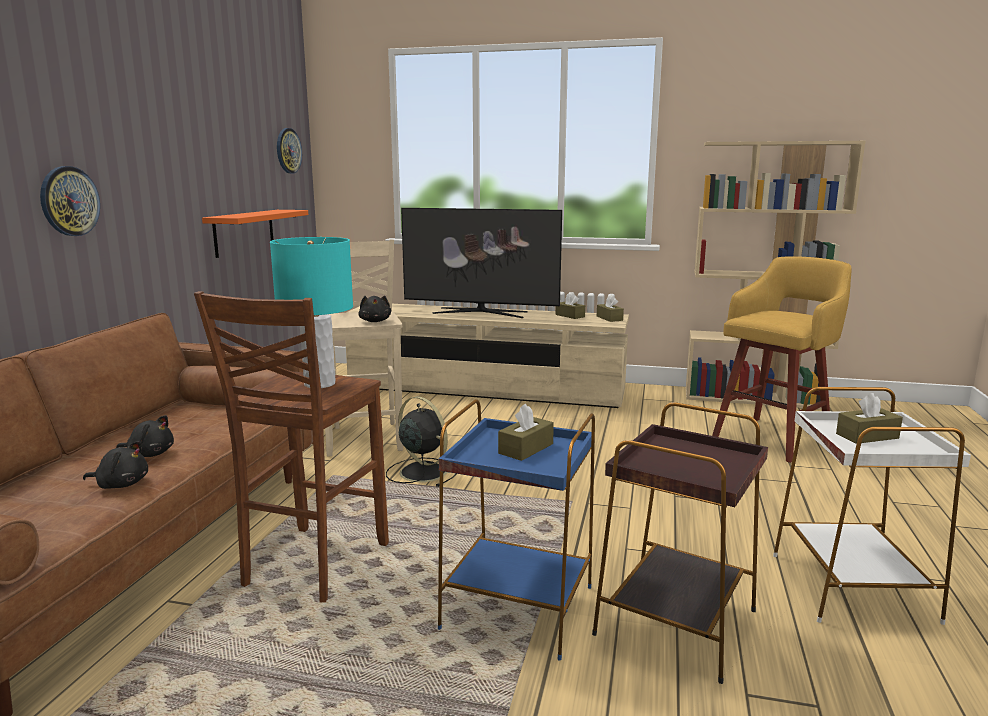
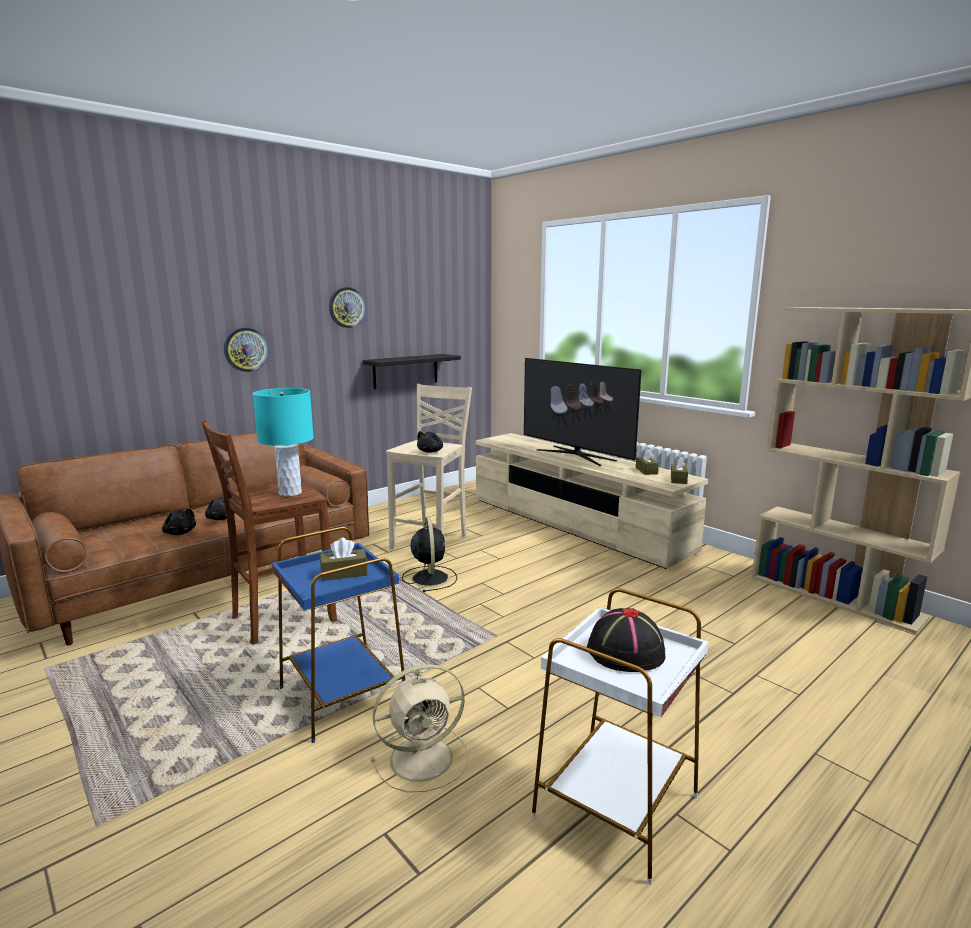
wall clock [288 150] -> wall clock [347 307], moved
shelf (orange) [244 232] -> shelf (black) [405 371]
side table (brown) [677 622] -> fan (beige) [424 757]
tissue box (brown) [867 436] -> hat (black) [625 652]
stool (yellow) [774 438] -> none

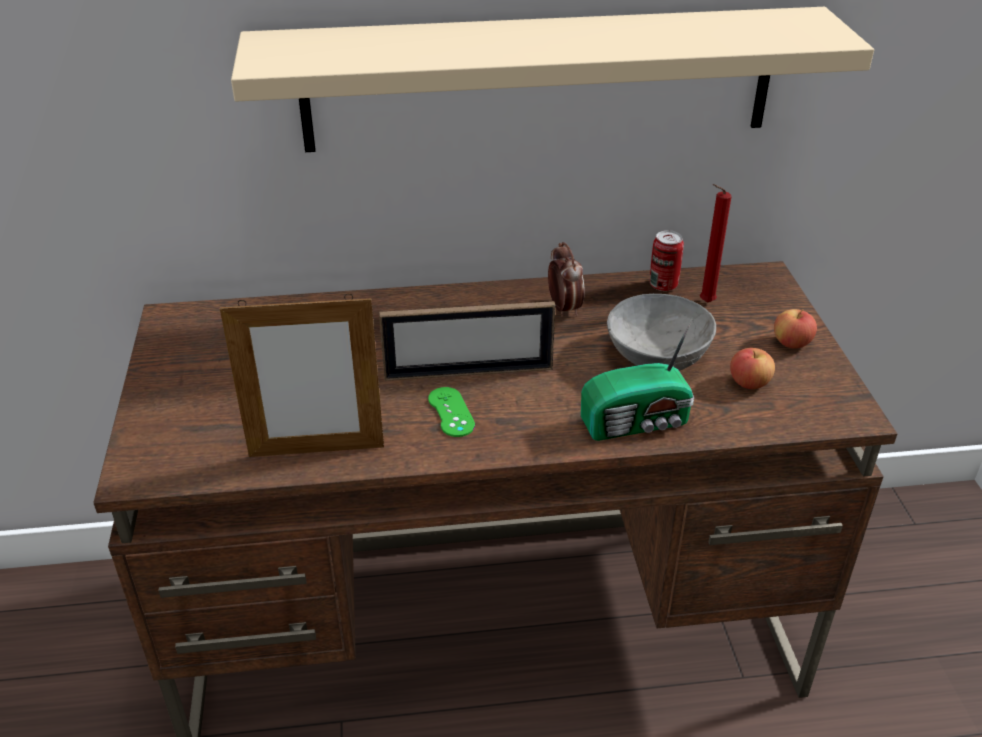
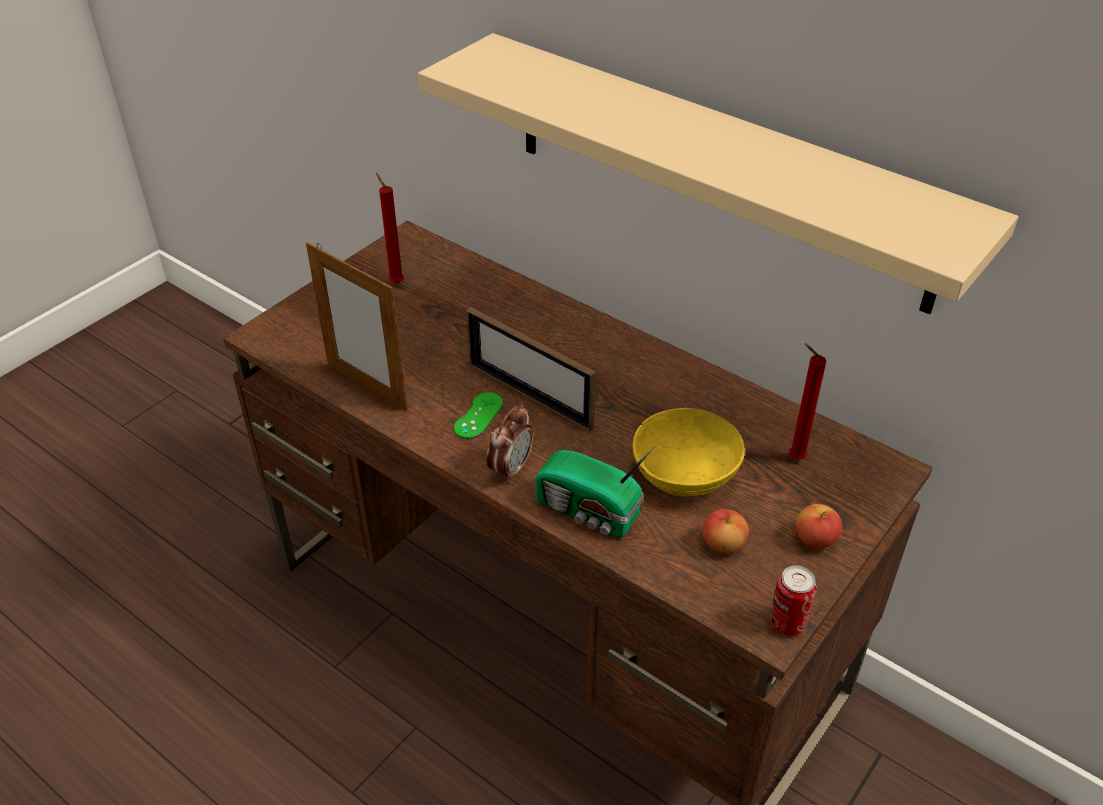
none -> candle (red) [395 282]
alarm clock [564 308] -> alarm clock [510 468], moved
bowl (grey) [659 355] -> bowl (yellow) [687 474]
can [663 285] -> can [787 623], moved

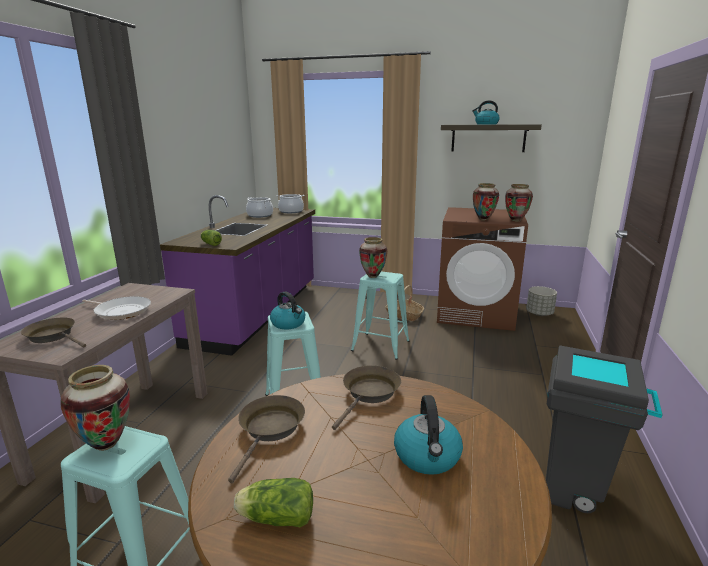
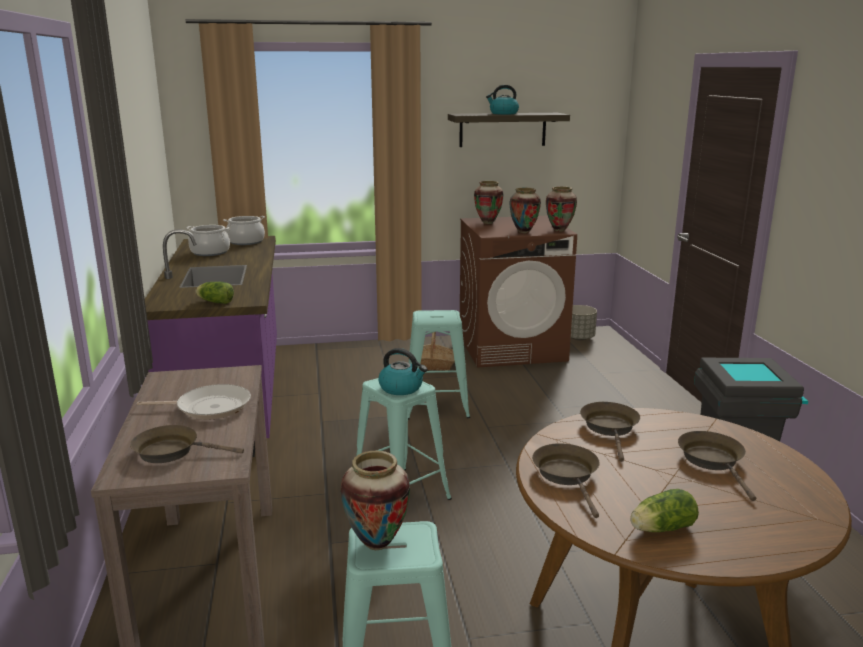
vase [373 276] -> vase [488 222], moved
kettle [428 456] -> frying pan (brown) [713 461]

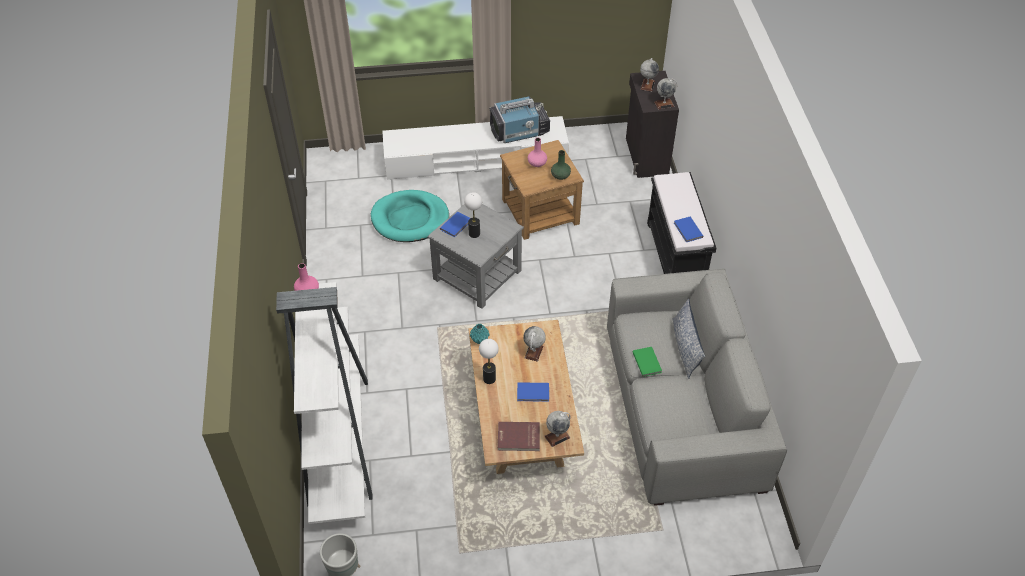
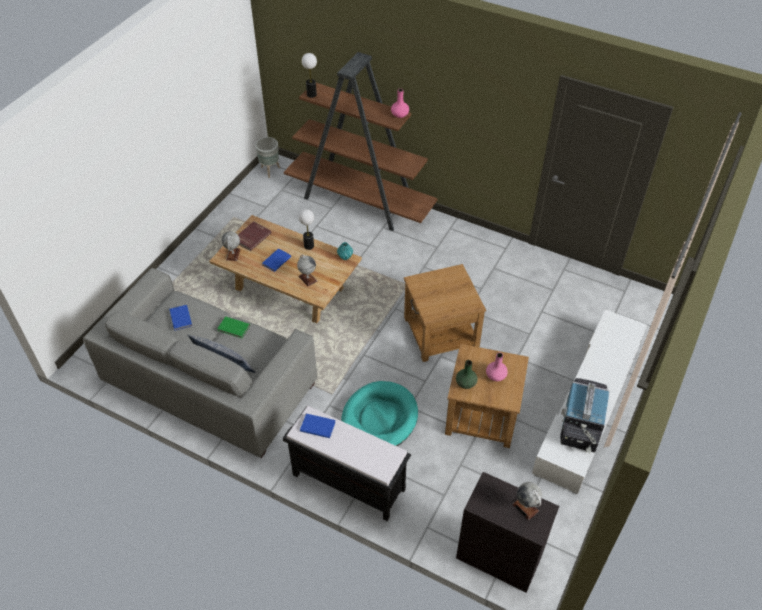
book (blue) [456 225] -> book (blue) [180 319], moved
bookcase (white) [338 438] -> bookcase (brown) [360 201]
table lamp [474 233] -> table lamp [311 94], moved
dog bed (turquoise) [410 219] -> dog bed (turquoise) [379 419], moved
side table (grey) [477 275] -> side table (brown) [440 332]
globe [664 104] -> none

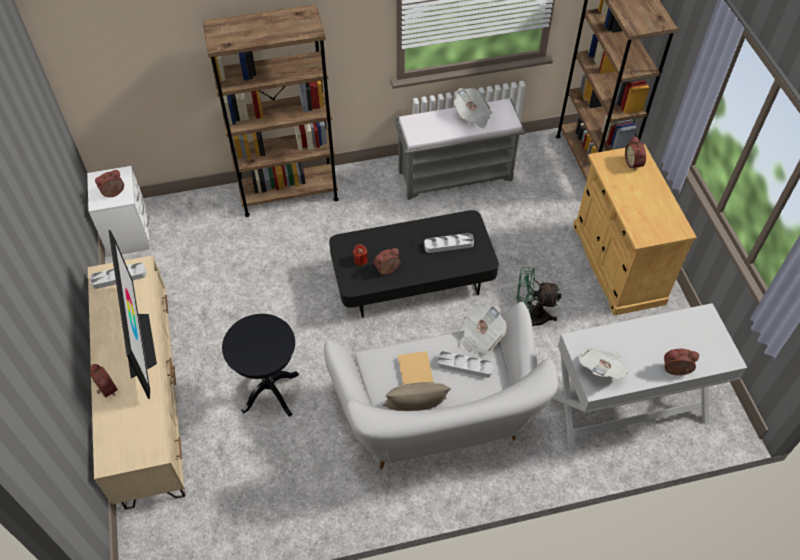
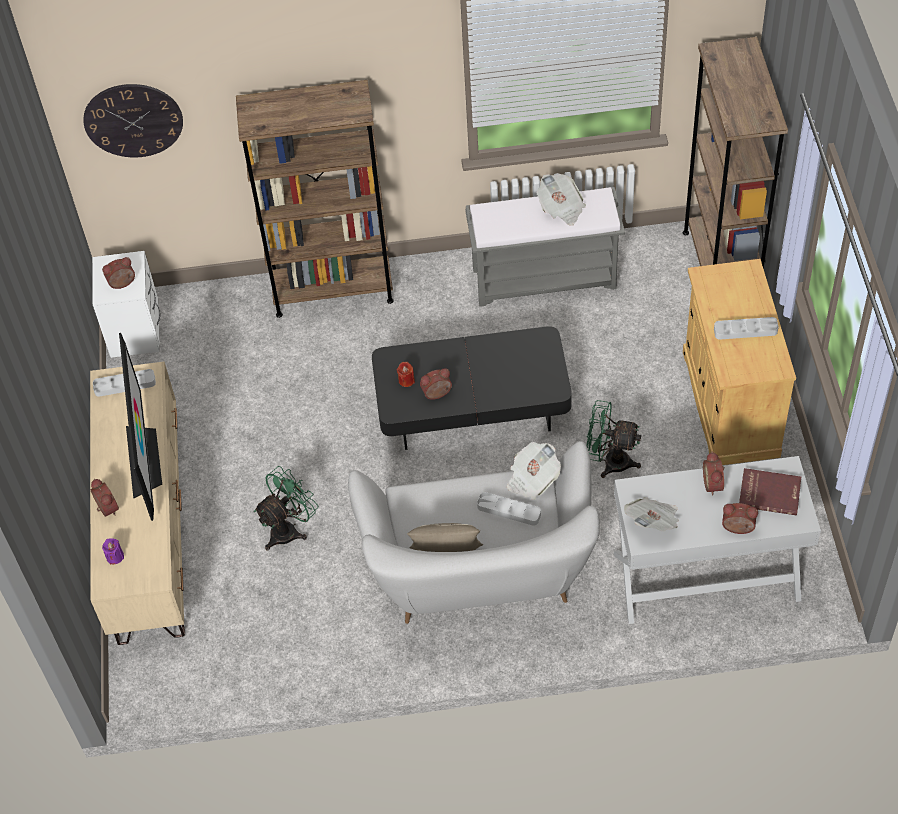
none -> wall clock [133 120]
none -> candle (purple) [115 557]
side table (black) [270 392] -> fan (green) [289 529]
alarm clock [634 163] -> alarm clock [714 484], moved
tray (grey) [448 245] -> tray (grey) [745 330], moved
none -> book (red) [769 492]
book (beige) [415 371] -> none

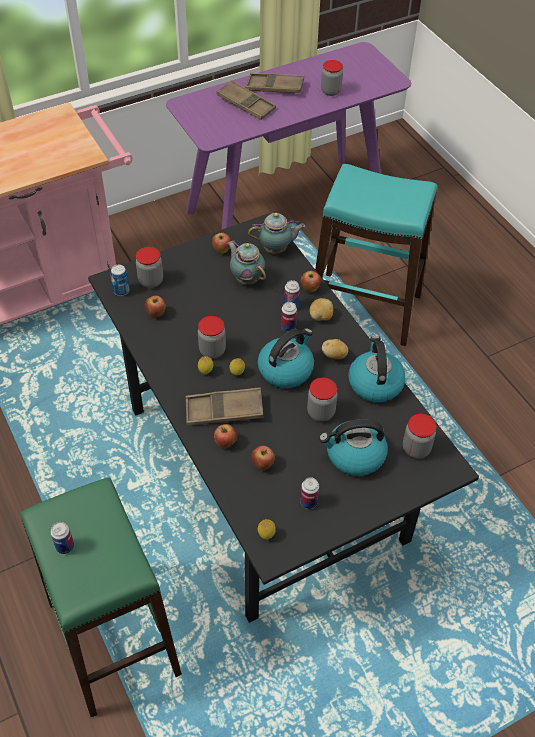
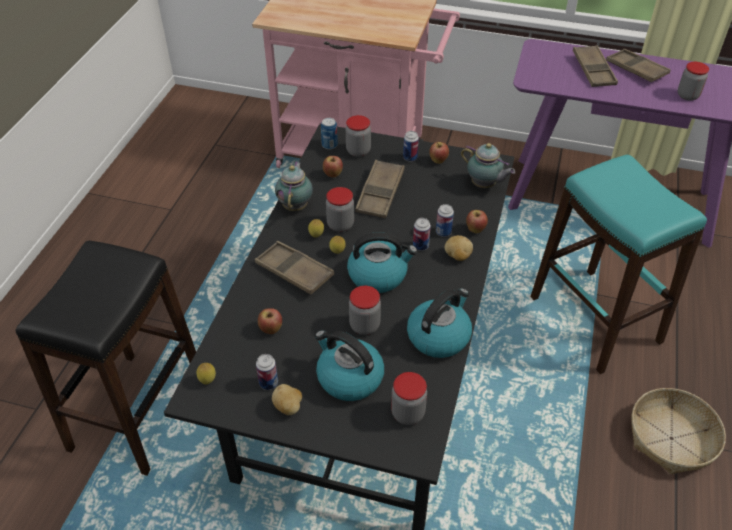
stool (green) [113 637] -> stool (black) [138 411]
potato [334 356] -> potato [288 407], moved
teapot [246 278] -> teapot [296 205], moved
none -> tray (brown) [380 193]
can [65 546] -> can [410 158], moved
none -> basket [671 438]
apple [225 443] -> none

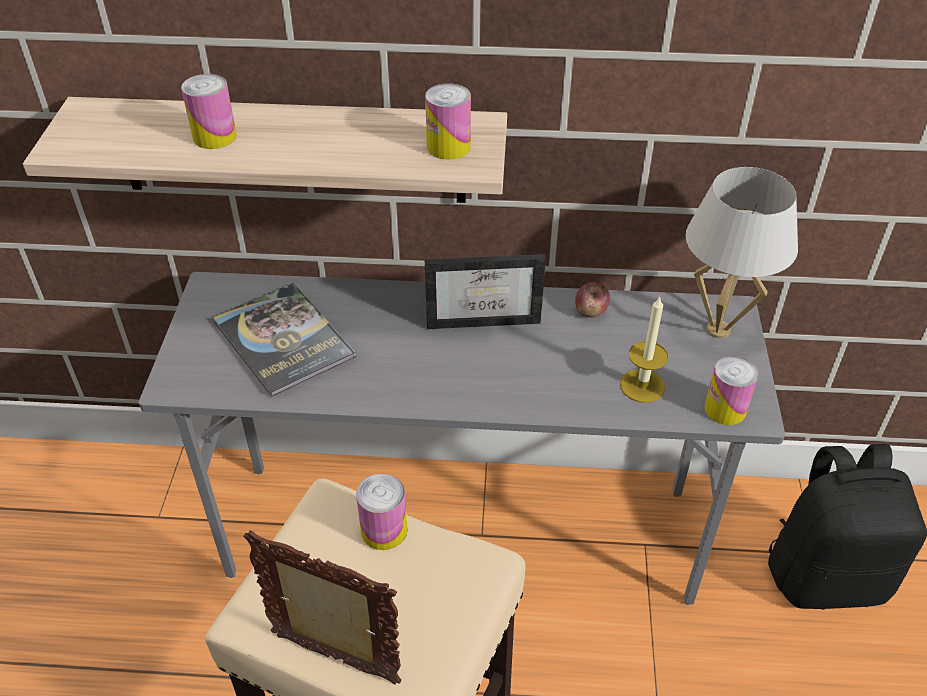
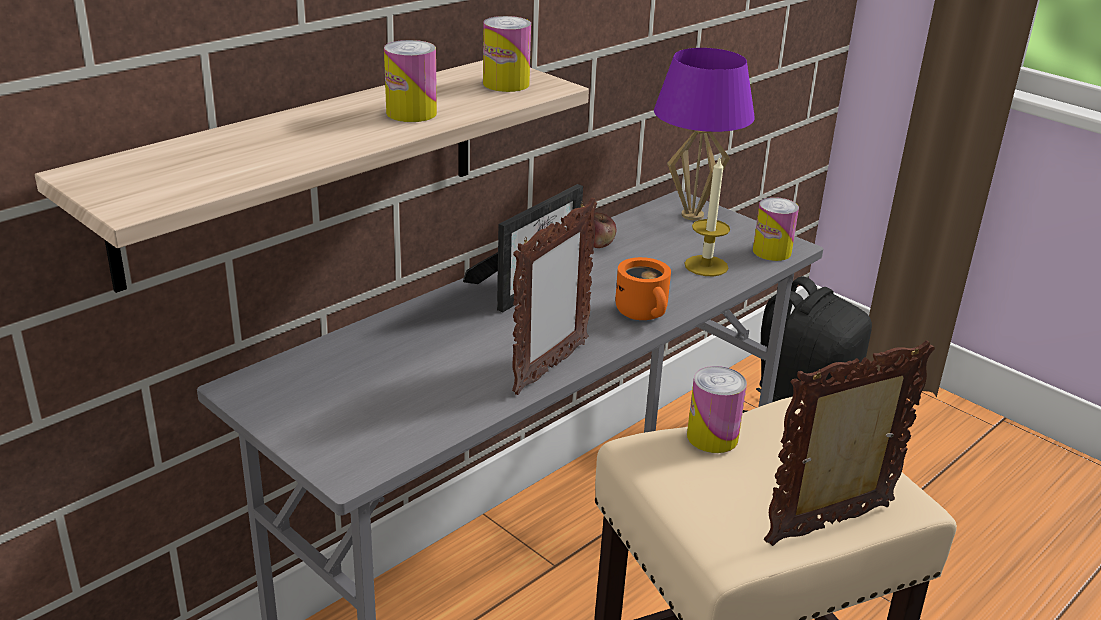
can [214 136] -> can [411 113], moved
none -> picture frame [549 368]
none -> mug (orange) [645 313]
table lamp (white) [717 329] -> table lamp (purple) [692 215]
book [283 339] -> none

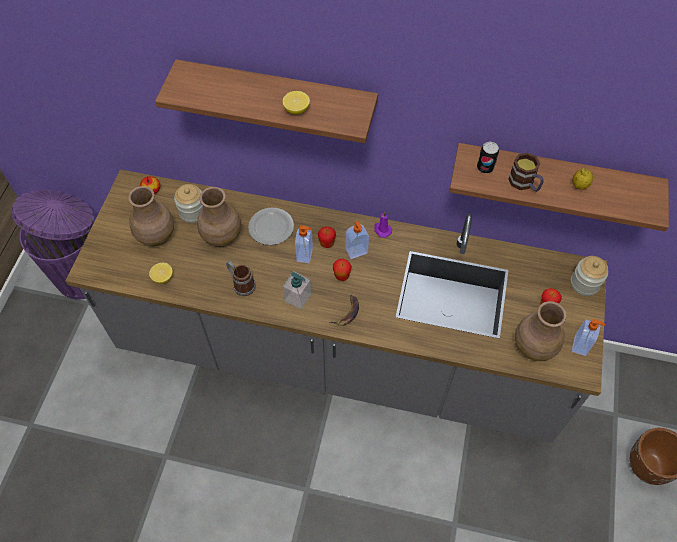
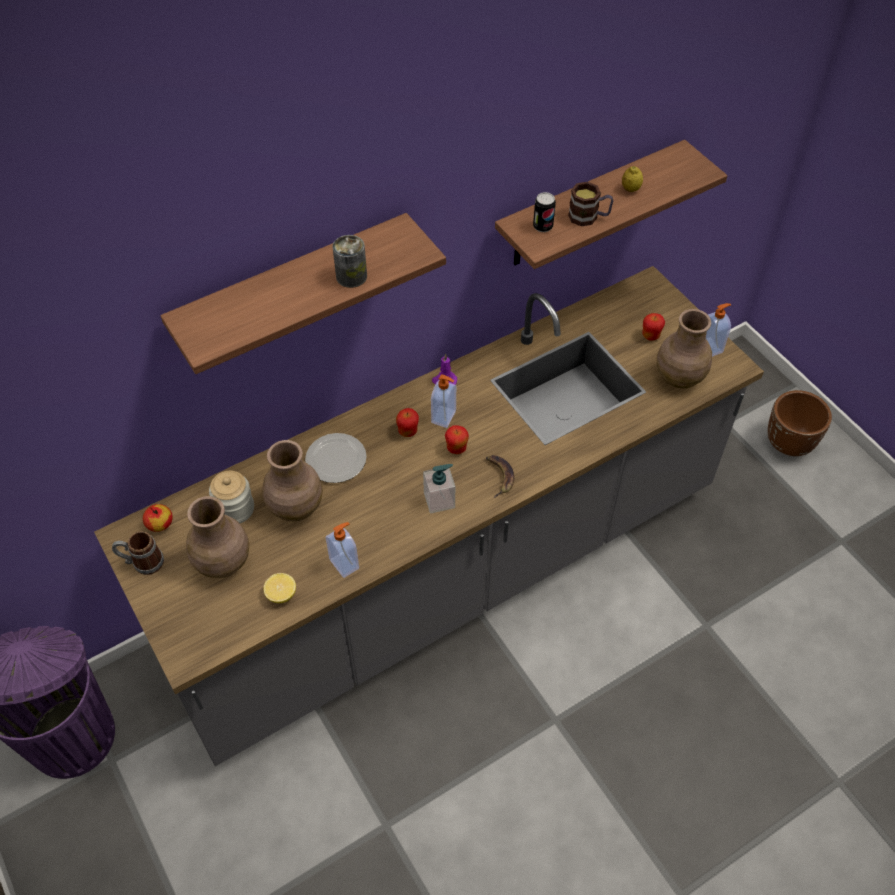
mug [241 284] -> mug [142 562], moved
soap dispenser [305 255] -> soap dispenser [345 563], moved
lemon [296 110] -> can [351 276]
jar [584 283] -> none

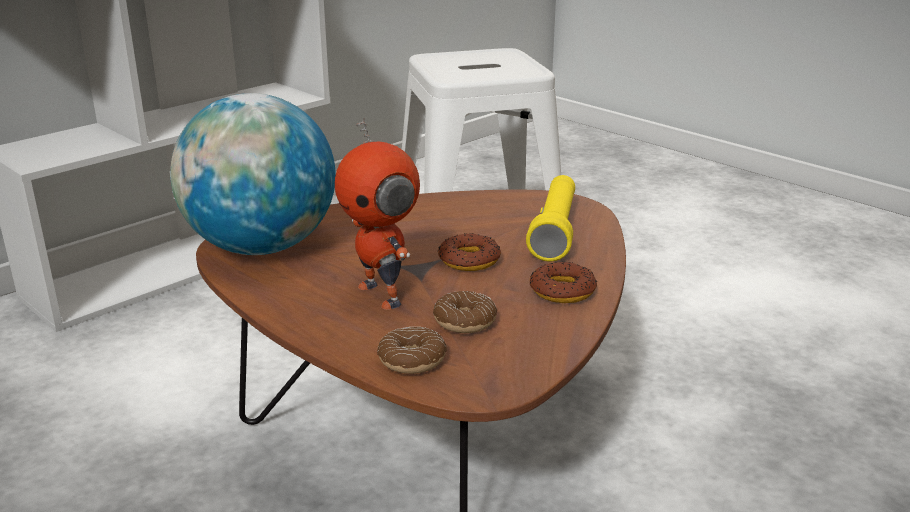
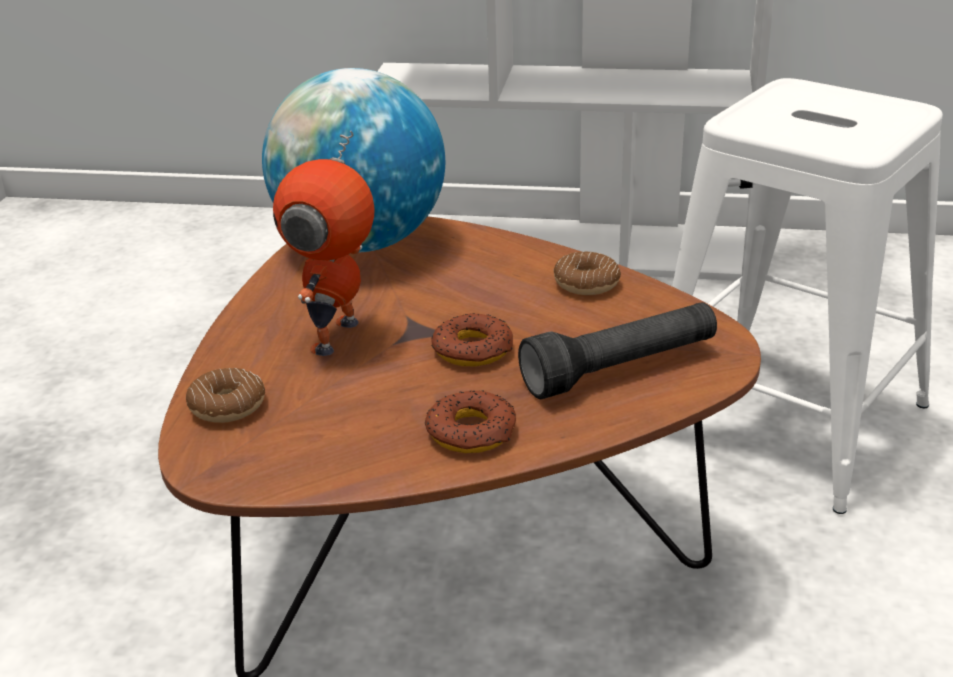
flashlight (yellow) [555 231] -> flashlight (black) [621 369]
donut [465 321] -> donut [586 283], moved

